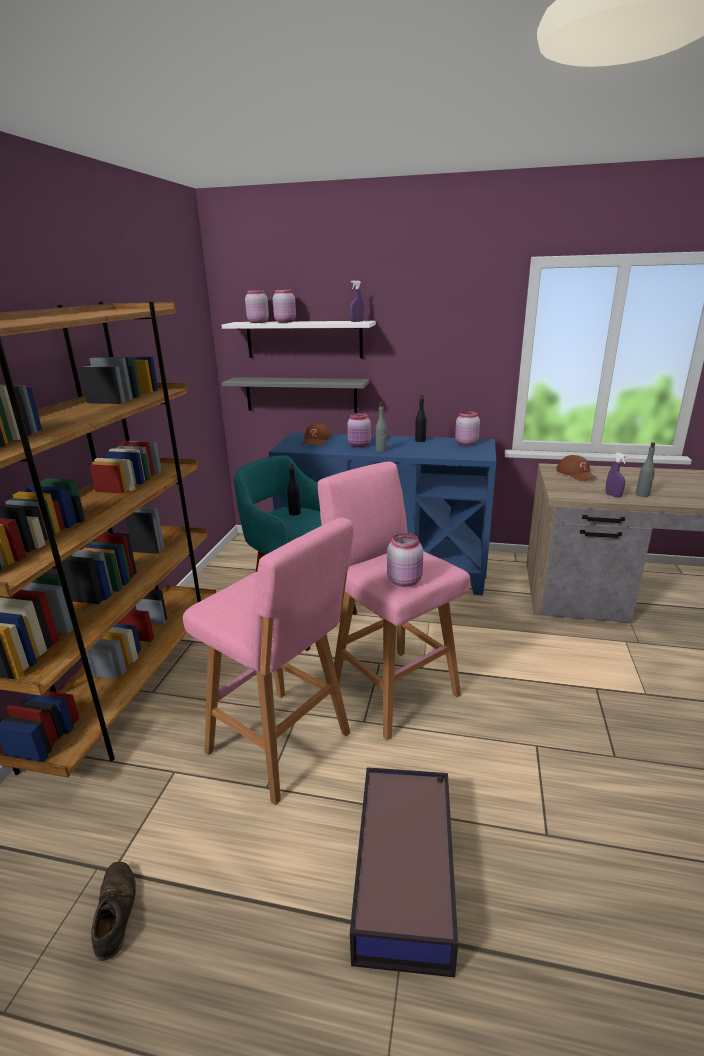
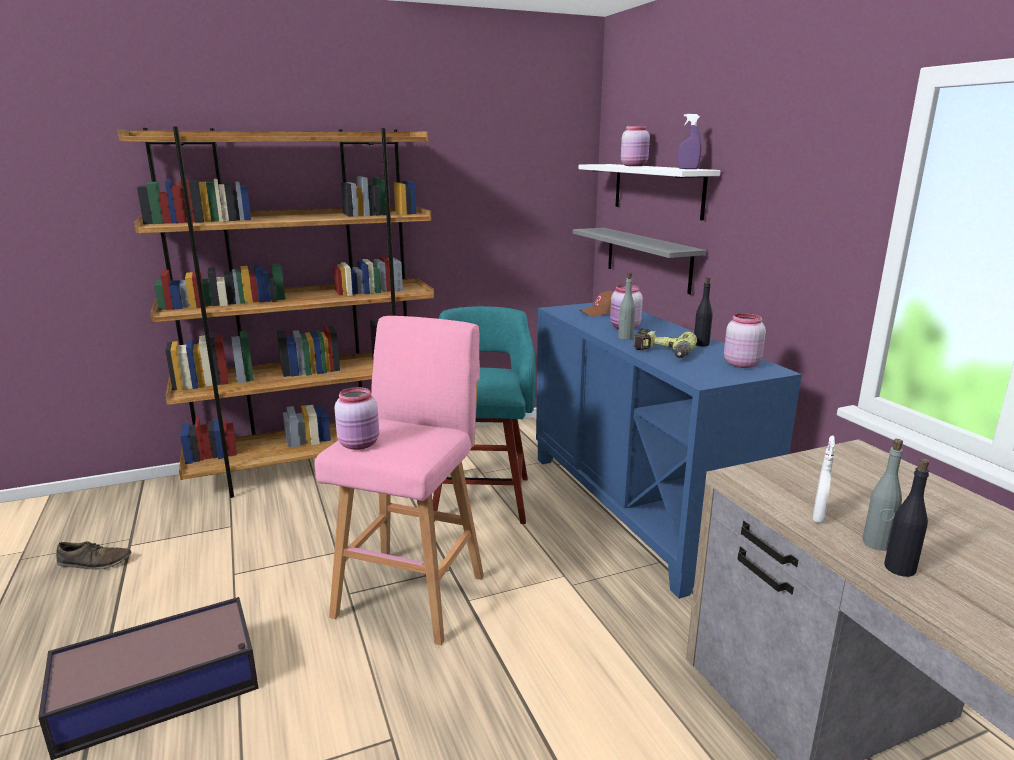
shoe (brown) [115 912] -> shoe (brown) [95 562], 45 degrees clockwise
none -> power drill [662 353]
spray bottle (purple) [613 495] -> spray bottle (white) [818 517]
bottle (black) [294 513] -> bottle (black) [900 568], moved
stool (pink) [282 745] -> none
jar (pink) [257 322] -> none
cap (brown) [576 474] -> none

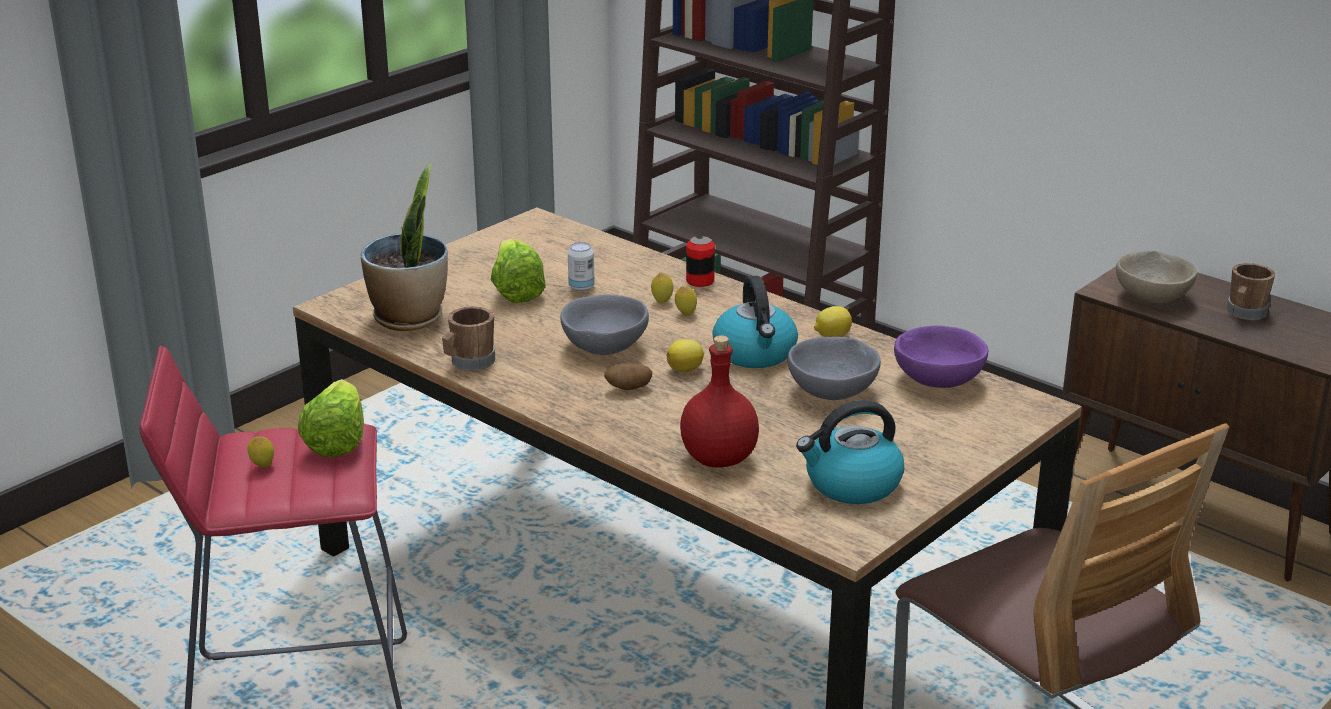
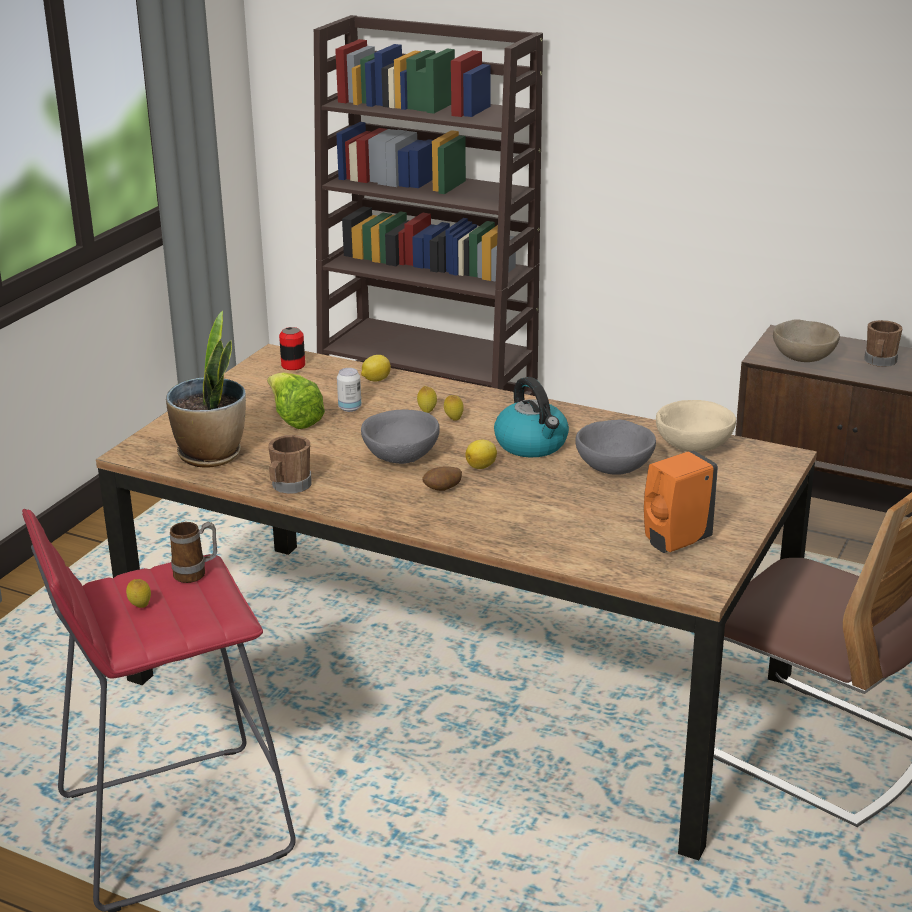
lettuce [336 441] -> mug [196 573]
can [700 281] -> can [293 365], moved
lemon [832 336] -> lemon [375 380], moved
kettle [851 484] -> soap dispenser (orange) [675 542]
bowl (purple) [939 380] -> bowl (beige) [694 446]
bottle (red) [718 459] -> none

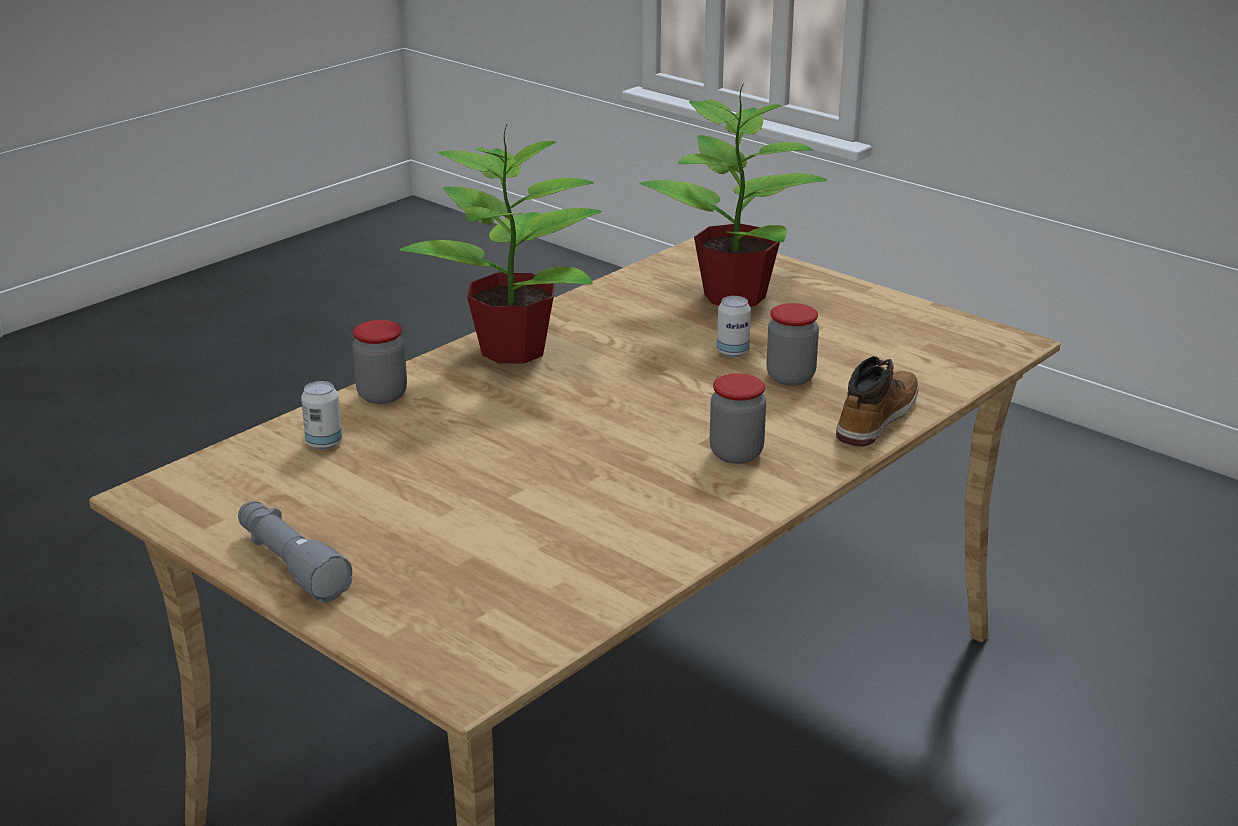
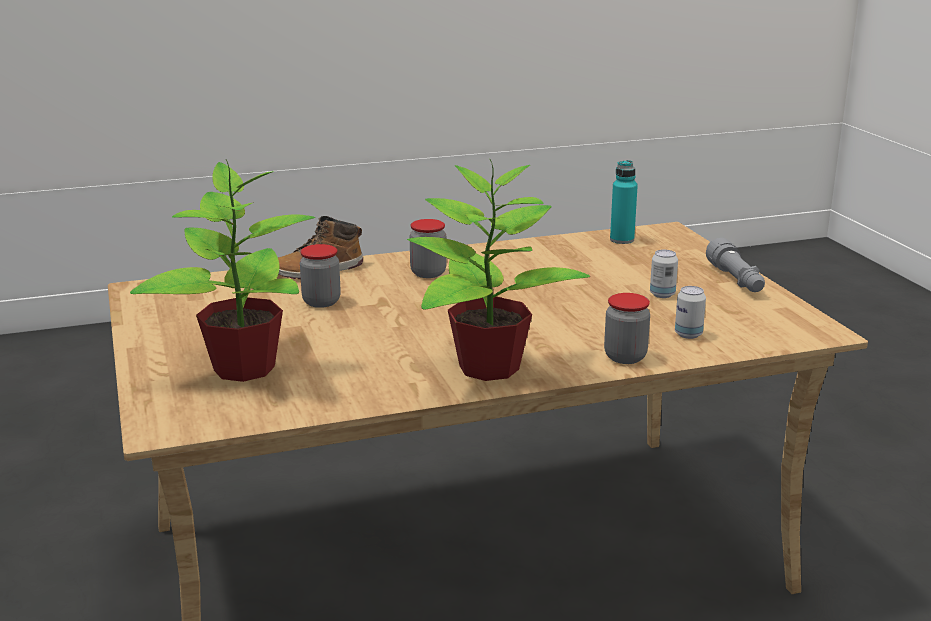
none -> bottle (turquoise) [622 240]
can [732 352] -> can [662 294], moved

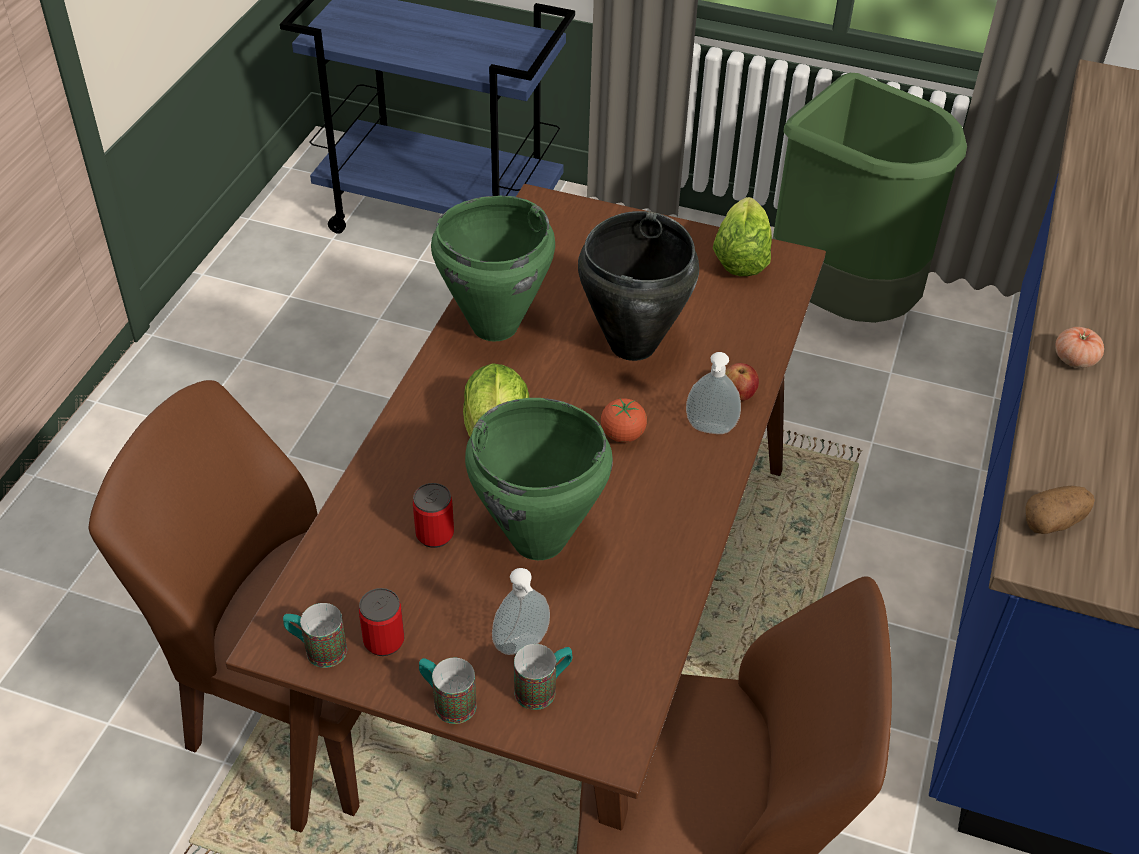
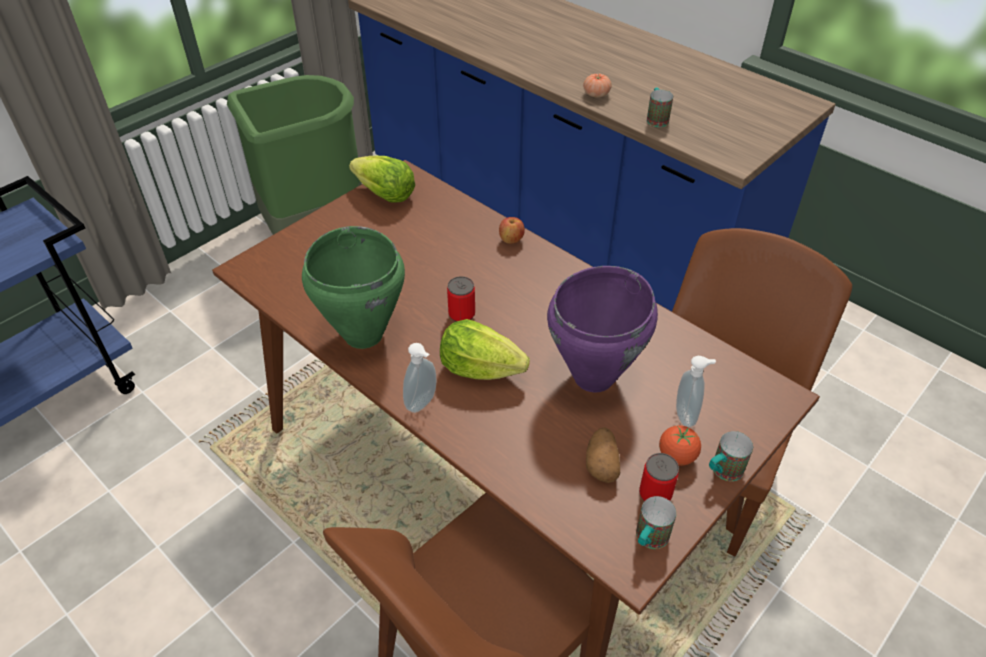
soap dispenser [710 430] -> soap dispenser [423 404], moved
can [435 534] -> can [461 314], moved
cooking pot (green) [539 541] -> cooking pot (purple) [595 377]
potato [1053 522] -> potato [602 464], moved
mug [543 688] -> mug [656 118], moved
tomato [622 435] -> tomato [677 456], moved
cooking pot (black) [631 345] -> none

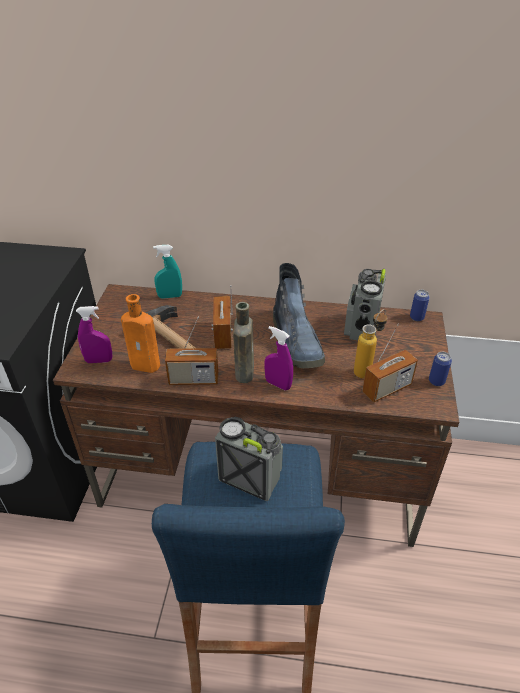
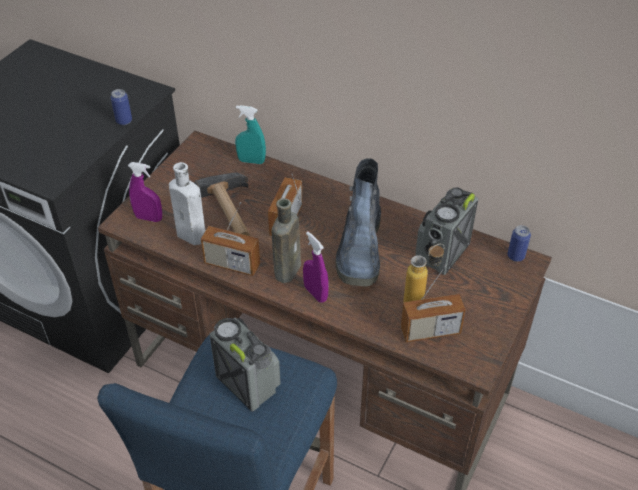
can [436 381] -> can [124 121], moved
bottle (orange) [147 365] -> bottle (white) [193 236]

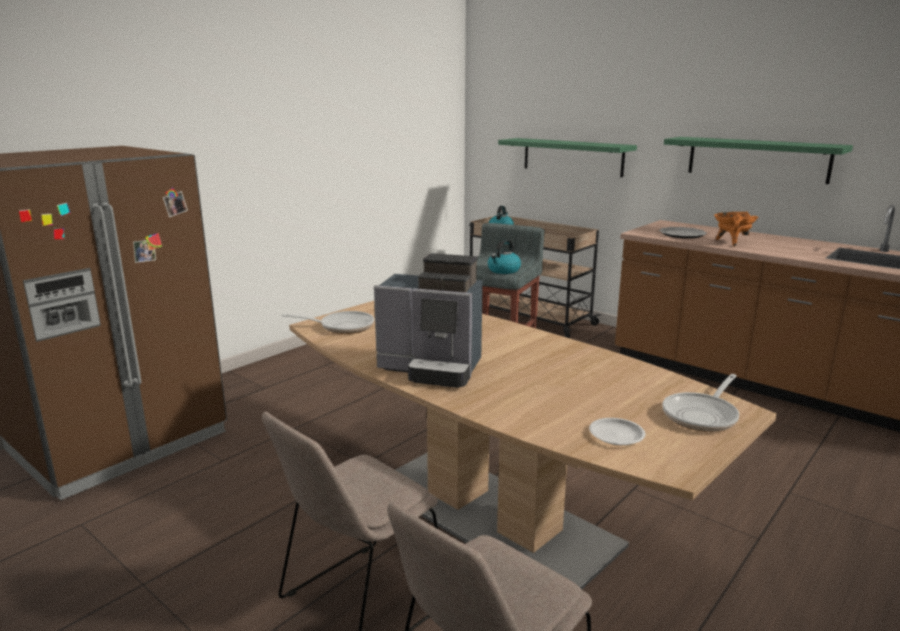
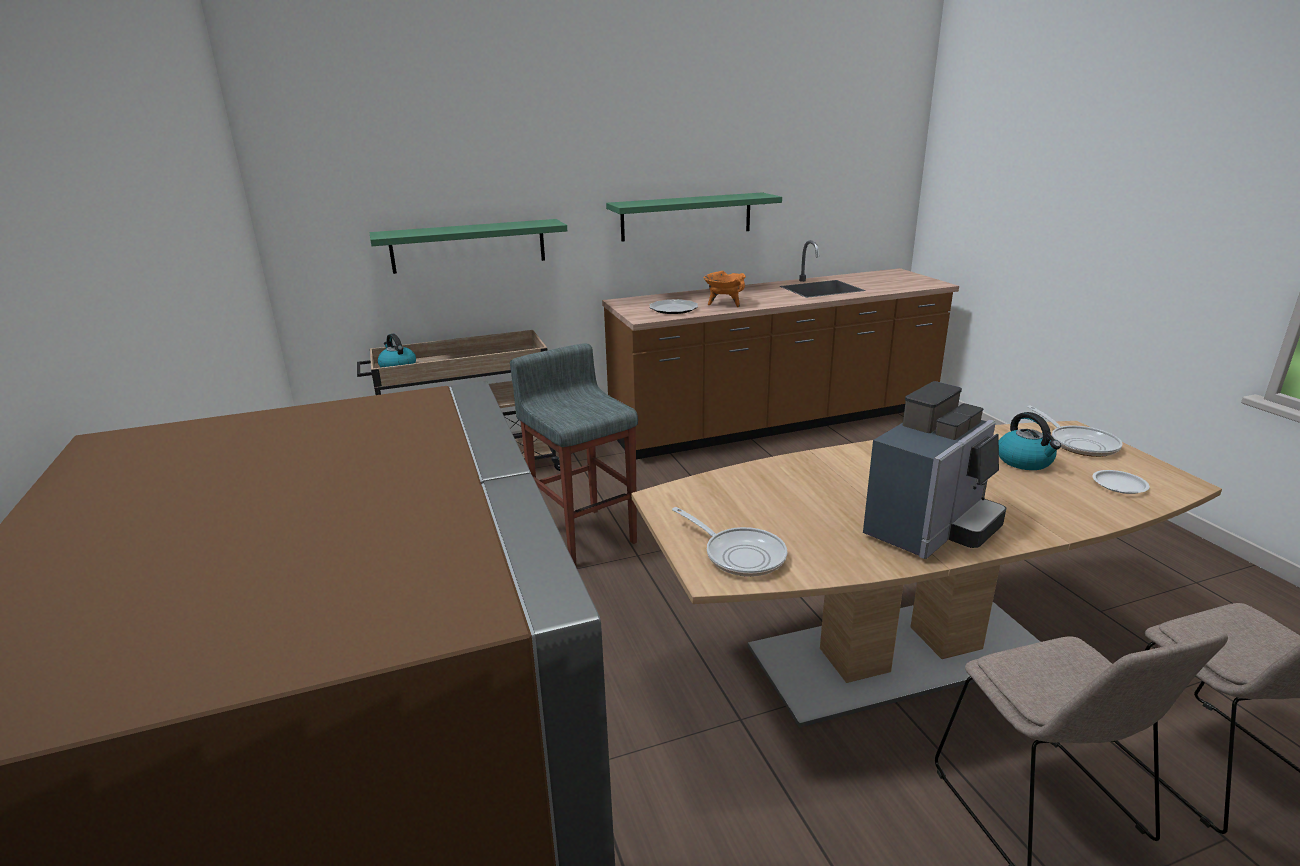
frying pan [342 326] -> frying pan [740 554], 105 degrees clockwise
kettle [503 270] -> kettle [1025 461], moved

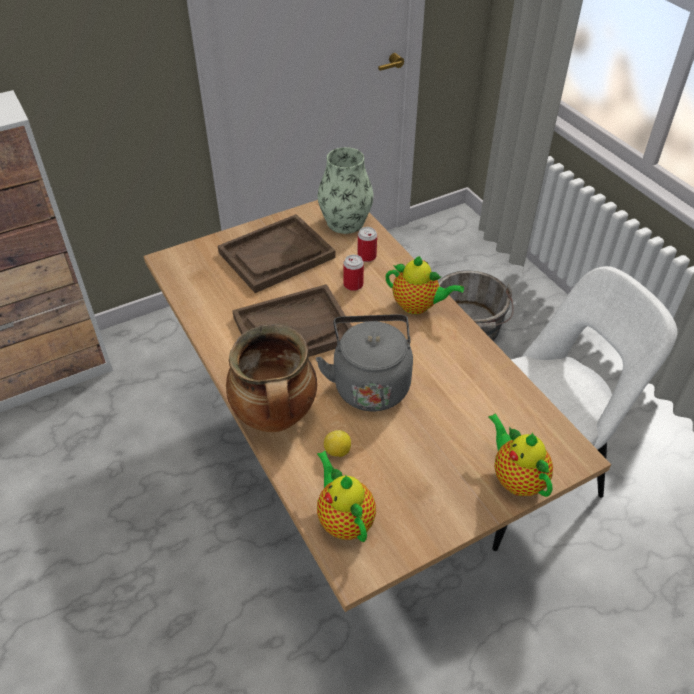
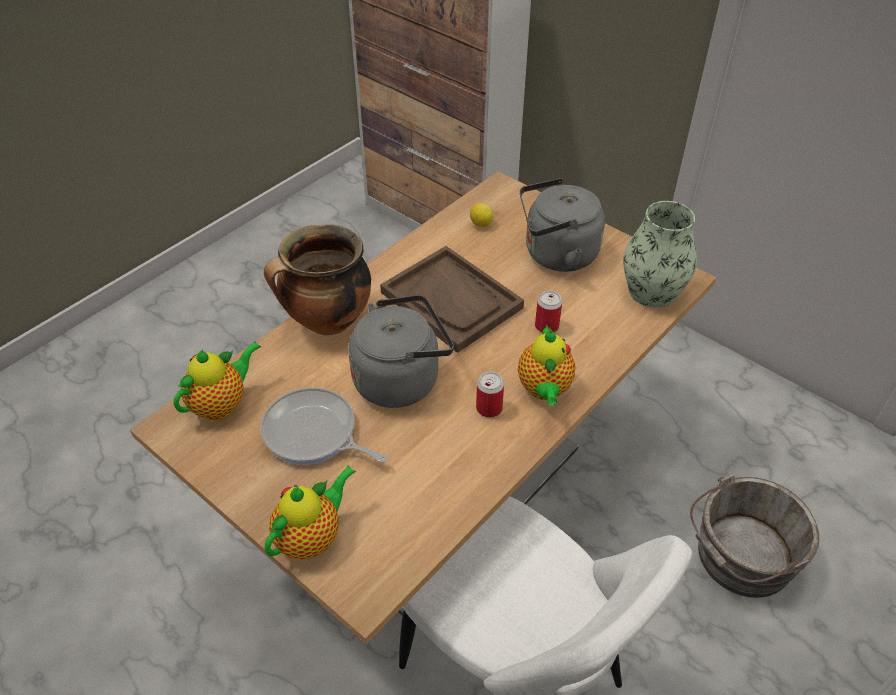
none -> frying pan [314 434]
lemon [337 451] -> lemon [481 224], moved
can [366 256] -> can [489 408], moved
tray (brown) [276 255] -> kettle (grey) [556 255]

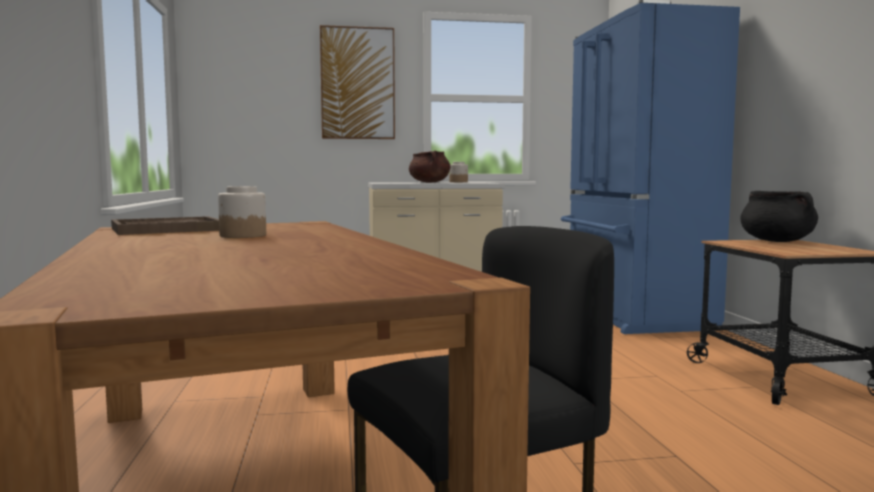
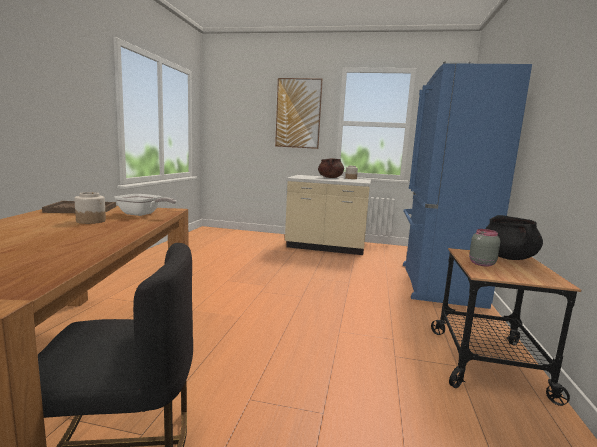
none -> frying pan [142 214]
none -> jar (grey) [481 263]

